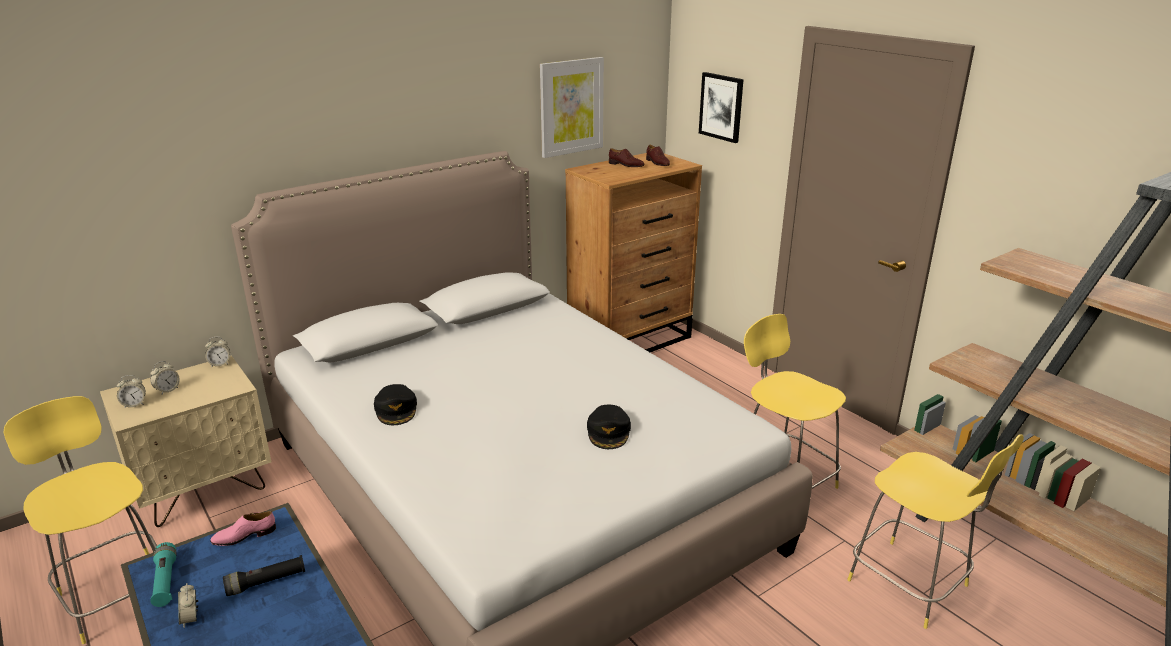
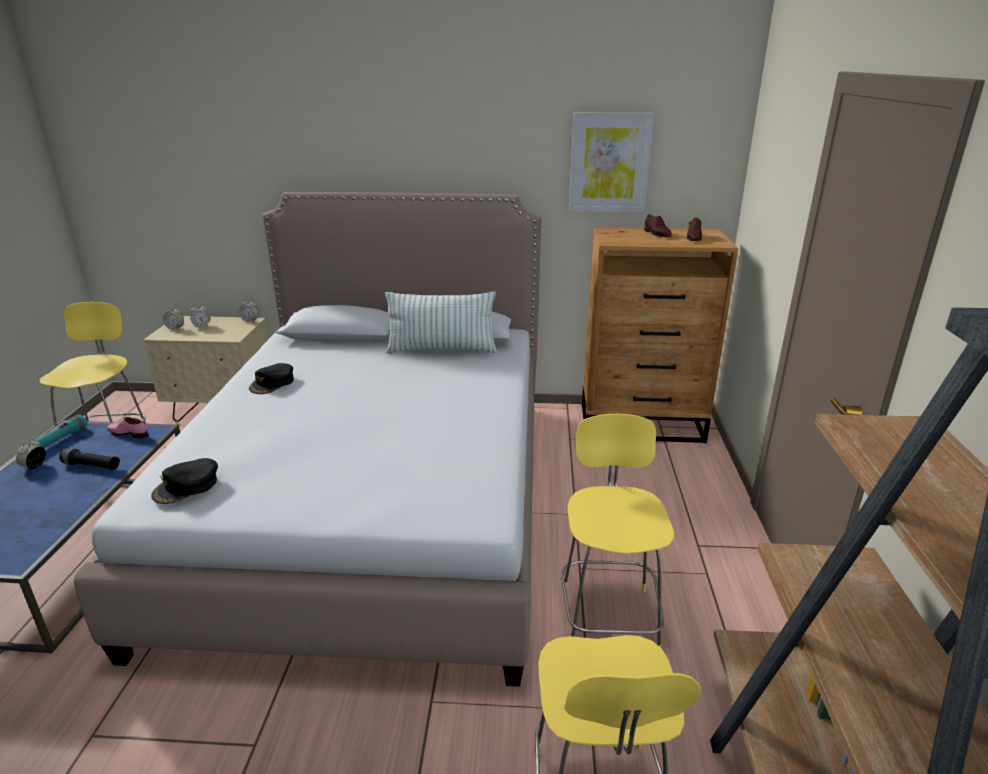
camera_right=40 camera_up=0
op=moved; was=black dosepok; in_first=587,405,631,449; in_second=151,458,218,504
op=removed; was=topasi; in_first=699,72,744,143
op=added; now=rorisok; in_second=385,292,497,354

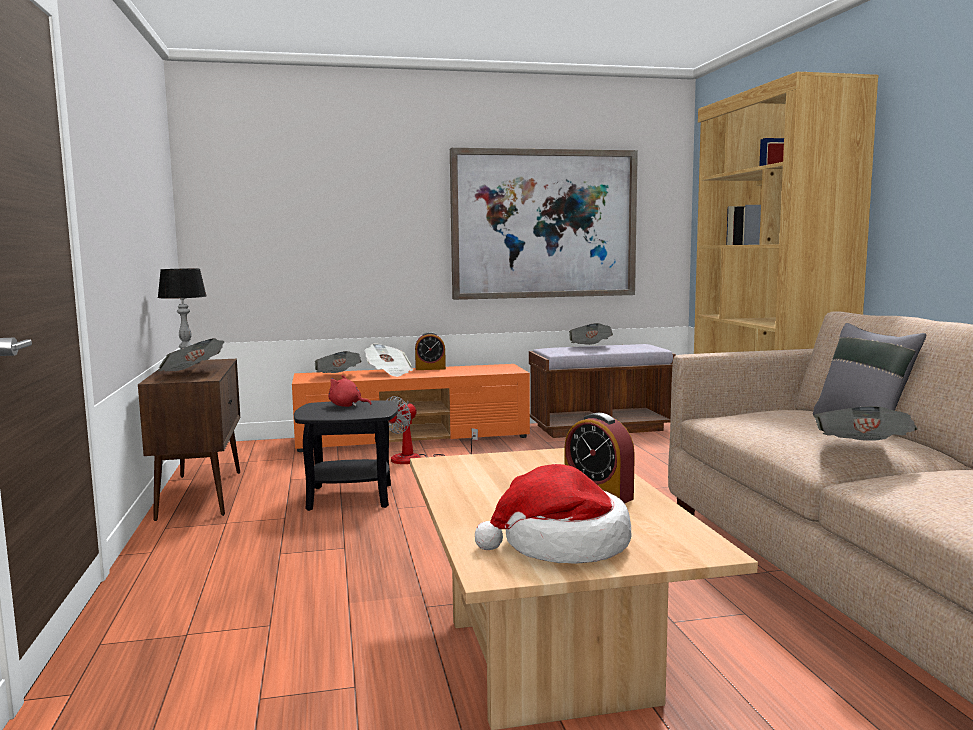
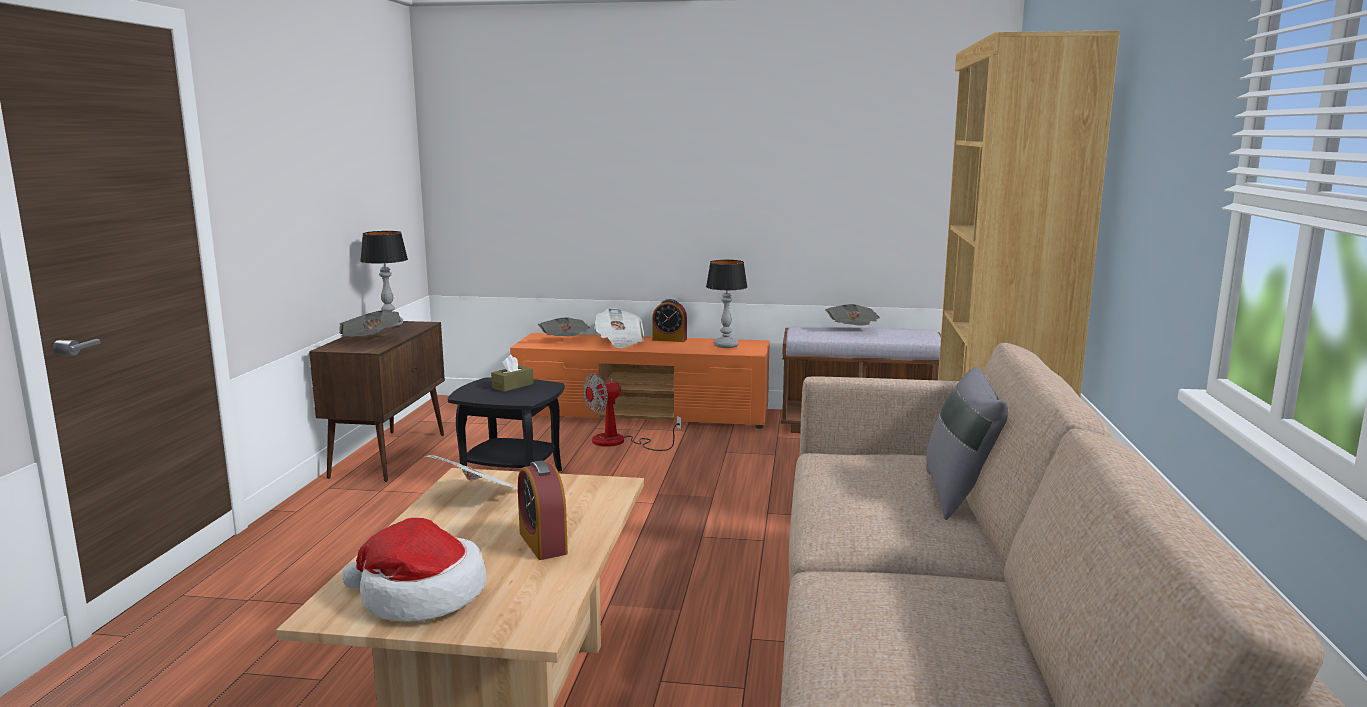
camera_right=20 camera_up=5
op=replaced; was=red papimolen; now=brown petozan; in_first=328,375,372,407; in_second=491,355,534,392
op=removed; was=topasi; in_first=450,148,638,300
op=moved; was=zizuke; in_first=813,406,918,441; in_second=425,455,518,488
op=added; now=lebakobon; in_second=706,260,747,348

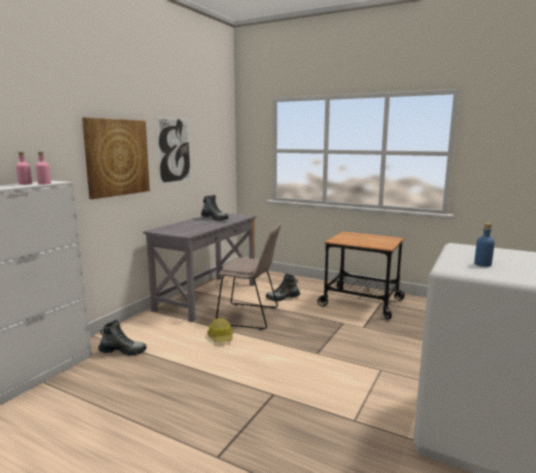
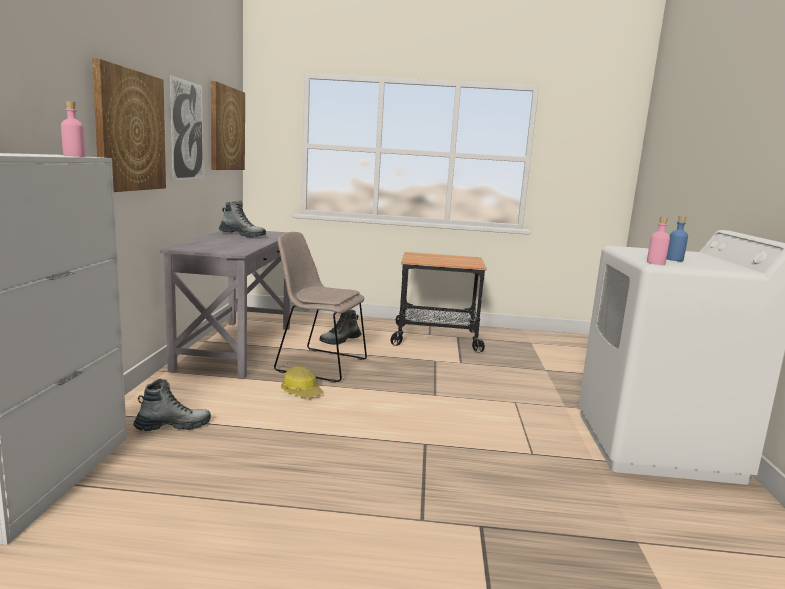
camera_right=-25 camera_up=0
op=moved; was=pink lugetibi; in_first=16,152,32,185; in_second=647,217,670,265
op=turned; was=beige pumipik; in_first=216,223,281,330; in_second=274,232,367,383; clockwise=-150
op=added; now=topasi; in_second=211,81,245,170

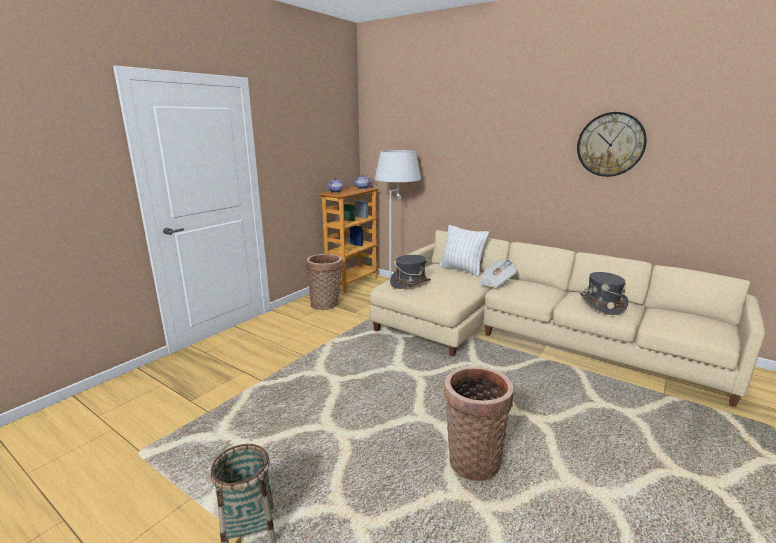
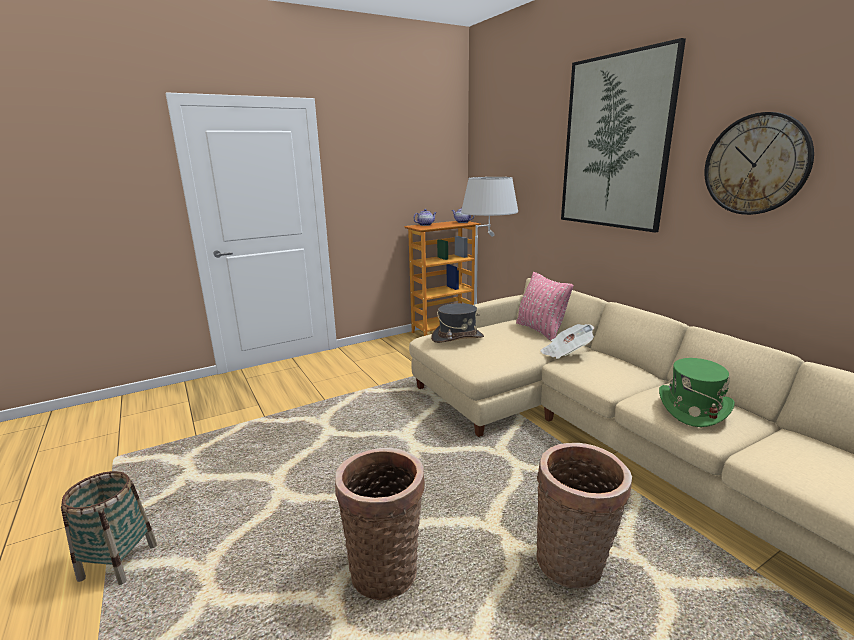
camera_right=25 camera_up=0
op=moved; was=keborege; in_first=306,254,343,310; in_second=536,443,632,589
op=recoloured; was=white rorisok; now=pink rorisok; in_first=439,225,489,276; in_second=516,272,573,341
op=recoloured; was=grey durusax; now=green durusax; in_first=580,272,628,315; in_second=659,358,735,427
op=added; now=topasi; in_second=561,38,686,232

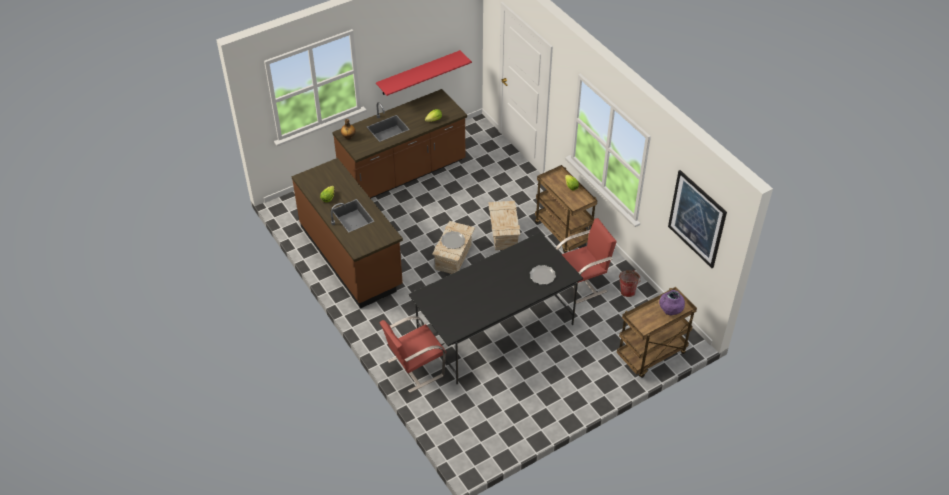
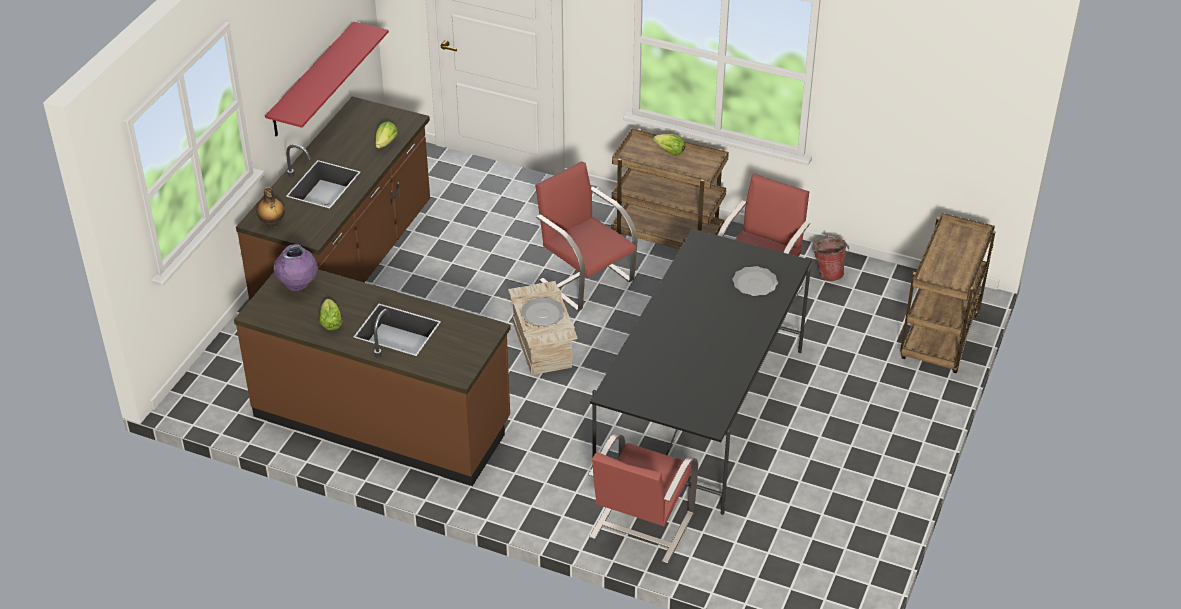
camera_right=-35 camera_up=-5
op=replaced; was=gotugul; now=red pumipik; in_first=488,201,520,250; in_second=535,161,637,311
op=moved; was=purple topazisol; in_first=659,290,685,315; in_second=274,244,318,291
op=removed; was=topasi; in_first=668,170,727,268

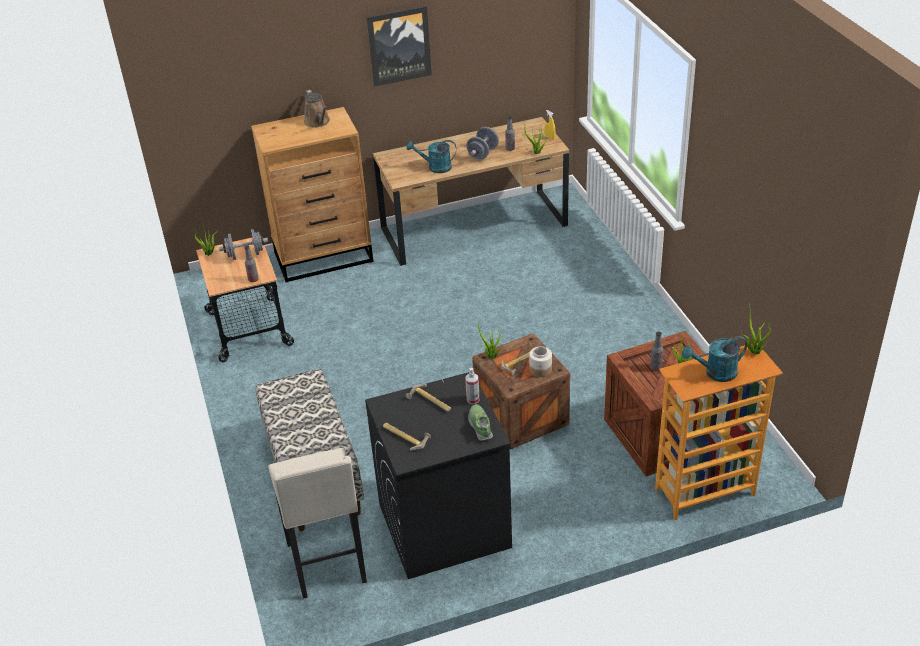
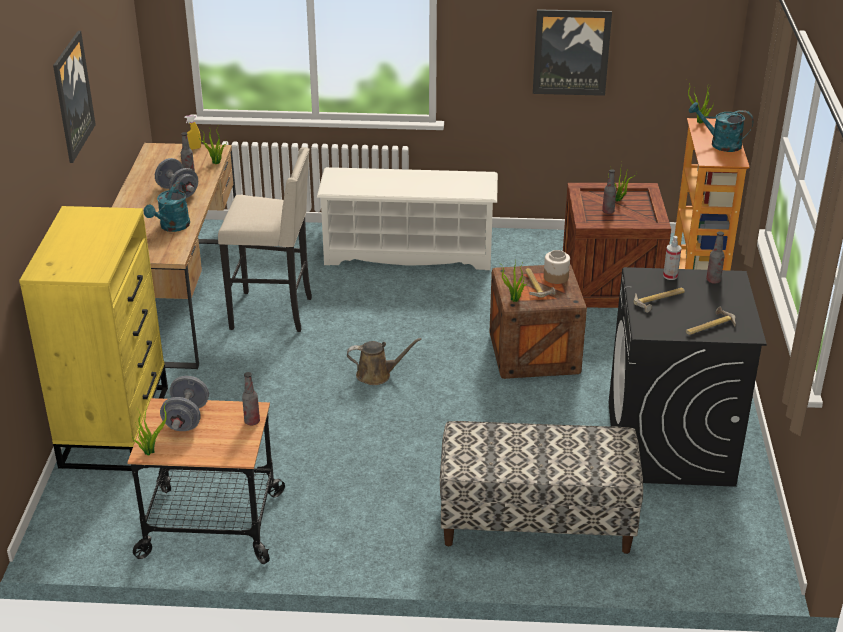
camera_right=-70 camera_up=-5
op=recoloured; was=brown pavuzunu; now=yellow pavuzunu; in_first=251,107,373,282; in_second=19,206,168,471
op=moved; was=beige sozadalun; in_first=268,448,367,599; in_second=218,147,312,332
op=moved; was=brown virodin; in_first=304,90,330,128; in_second=347,338,422,385
op=replaced; was=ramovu; now=lugetibi; in_first=468,404,493,441; in_second=706,231,725,284
op=turned; was=turquoise virodin; in_first=682,336,747,382; in_second=689,102,754,152; clockwise=105
op=added; now=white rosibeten; in_second=317,167,498,270
op=added; now=topasi; in_second=533,9,612,96

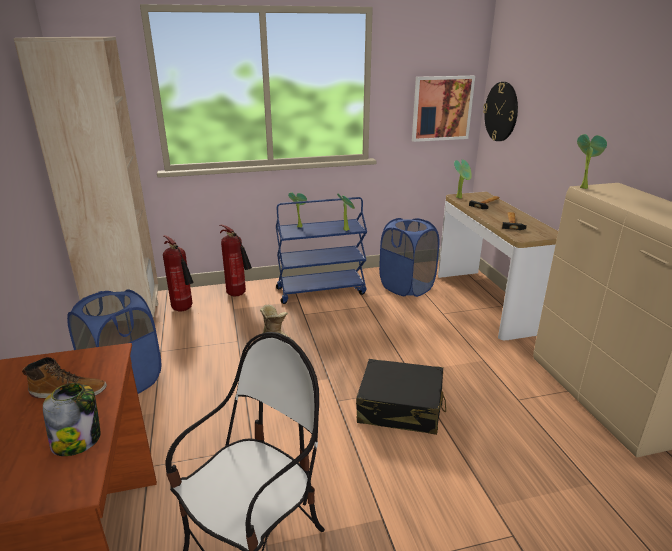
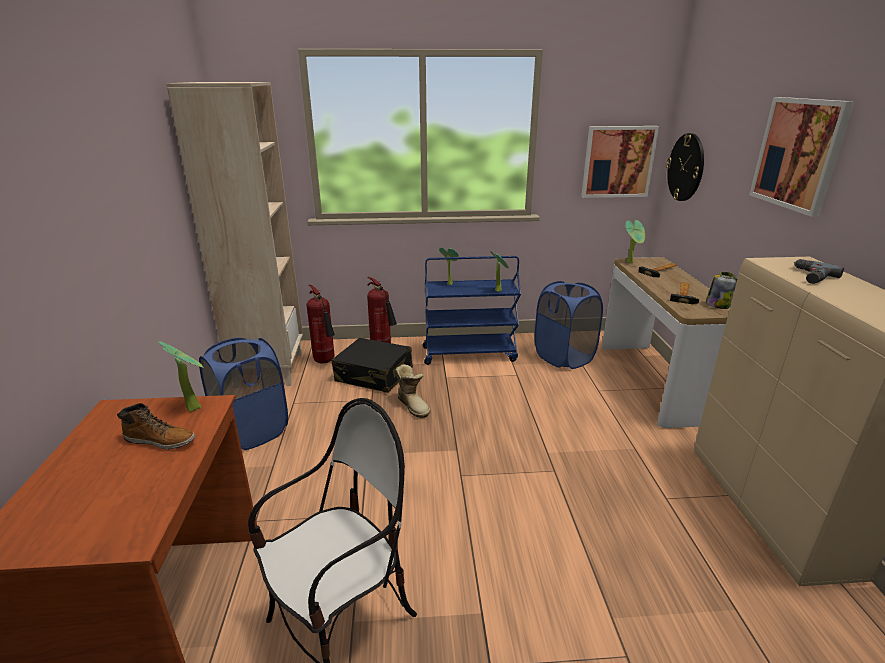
camera_right=10 camera_up=0
op=moved; was=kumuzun; in_first=43,383,101,456; in_second=706,272,737,309
op=moved; was=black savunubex; in_first=356,359,446,435; in_second=332,338,413,393
op=moved; was=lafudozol; in_first=577,134,607,189; in_second=158,341,204,412
op=added; now=topasi; in_second=749,97,855,217
op=added; now=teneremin; in_second=794,259,844,284

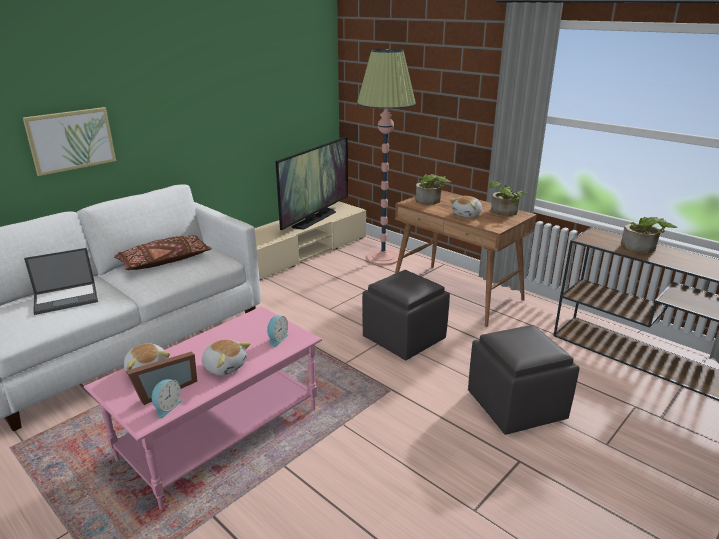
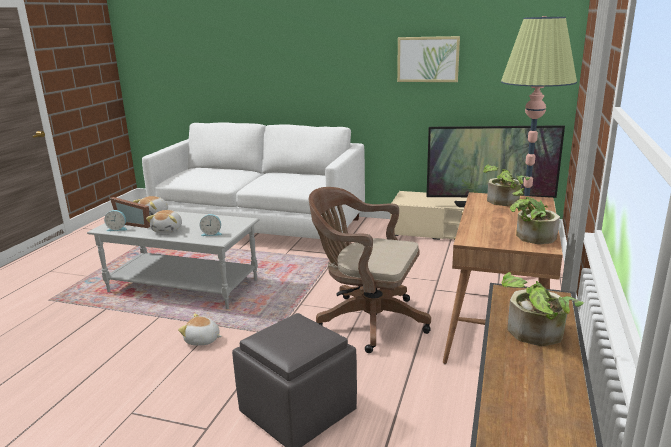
camera_right=65 camera_up=-5
op=moved; was=topasi; in_first=23,107,116,176; in_second=397,36,460,82
op=removed; was=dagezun; in_first=24,248,98,315
op=recoloured; was=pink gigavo; now=grey gigavo; in_first=84,306,322,510; in_second=87,211,260,309
op=removed; was=brown rorisok; in_first=114,235,212,270
op=replaced; was=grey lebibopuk; now=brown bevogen; in_first=362,270,450,360; in_second=309,187,431,353
op=moved; was=papimolen; in_first=450,196,482,218; in_second=178,313,222,346

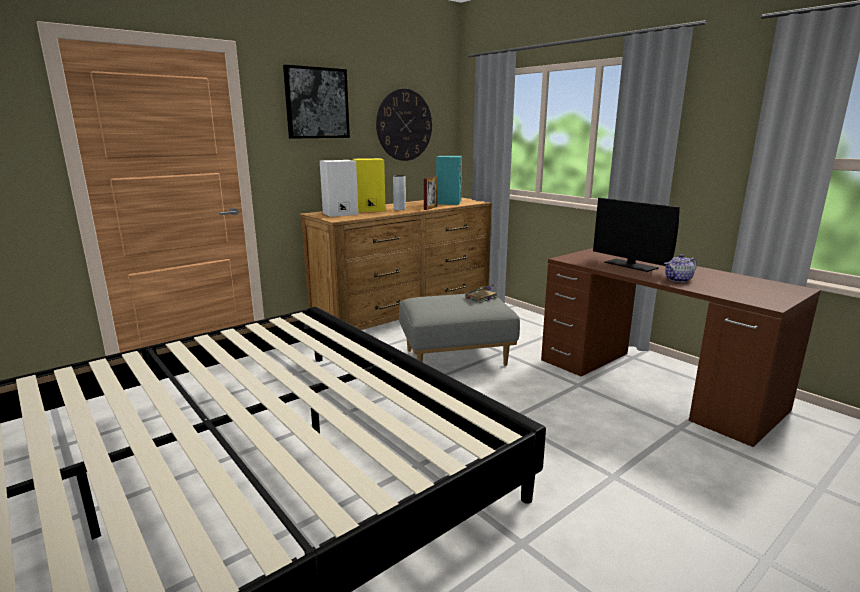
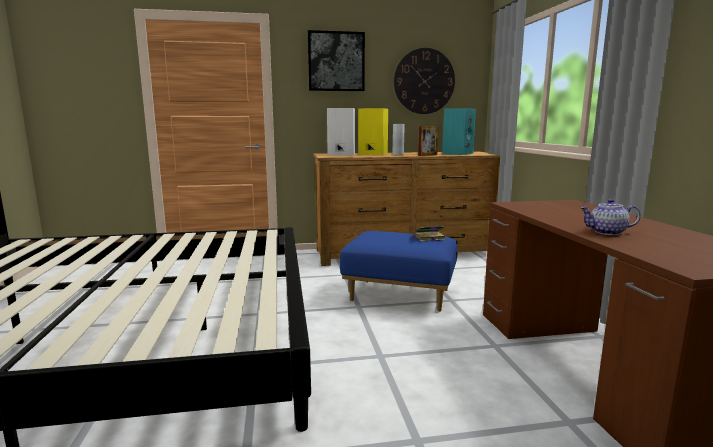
camera_right=30 camera_up=-5
op=recoloured; was=grey lebibopuk; now=blue lebibopuk; in_first=399,294,520,366; in_second=340,231,458,312
op=removed; was=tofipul; in_first=593,198,680,272

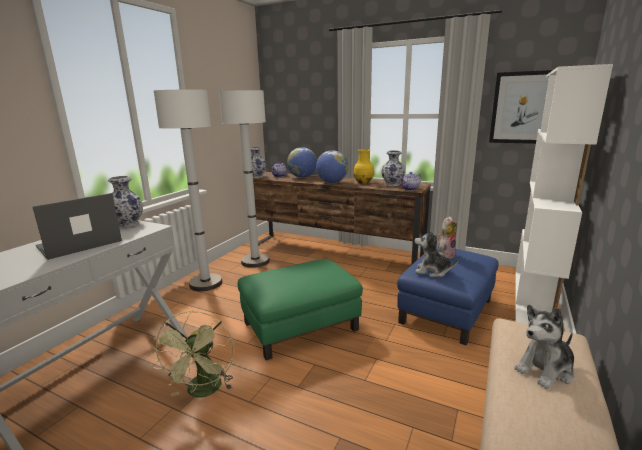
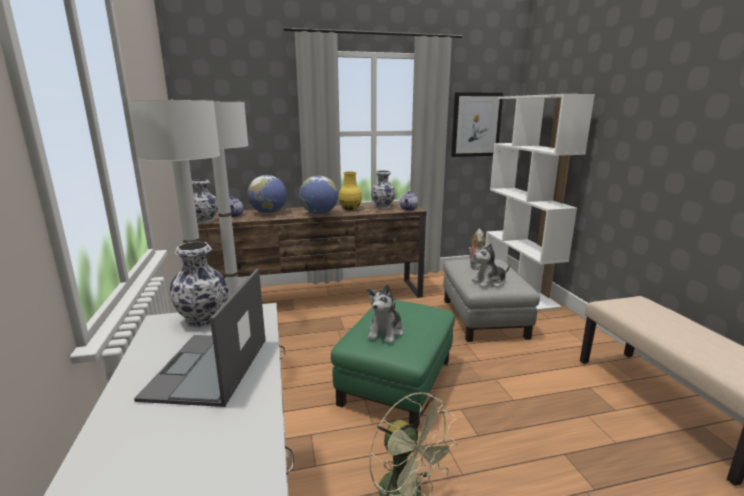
camera_right=-40 camera_up=0
op=recoloured; was=blue lebibopuk; now=grey lebibopuk; in_first=397,246,499,345; in_second=444,259,540,342
op=moved; was=papimolen; in_first=514,305,575,389; in_second=367,284,403,344

